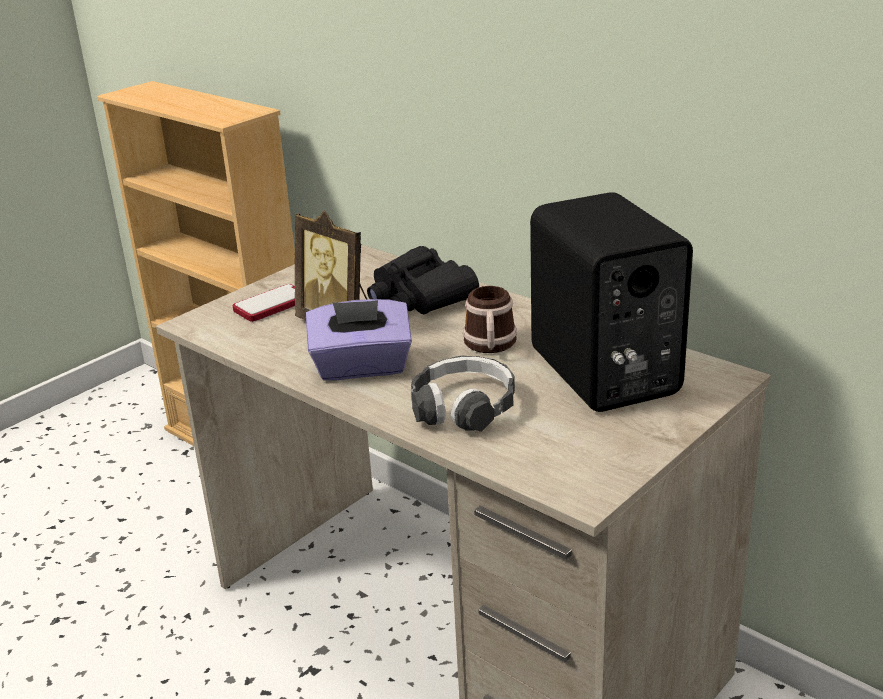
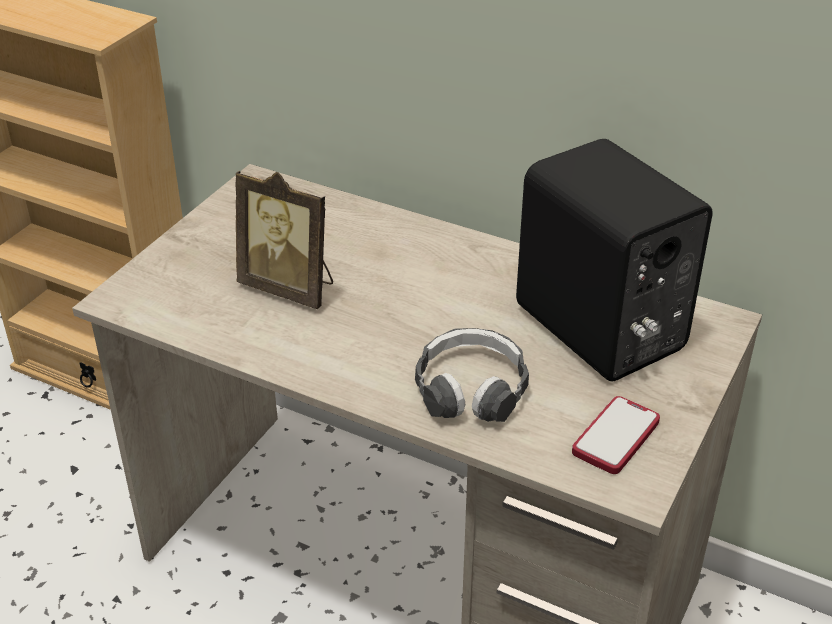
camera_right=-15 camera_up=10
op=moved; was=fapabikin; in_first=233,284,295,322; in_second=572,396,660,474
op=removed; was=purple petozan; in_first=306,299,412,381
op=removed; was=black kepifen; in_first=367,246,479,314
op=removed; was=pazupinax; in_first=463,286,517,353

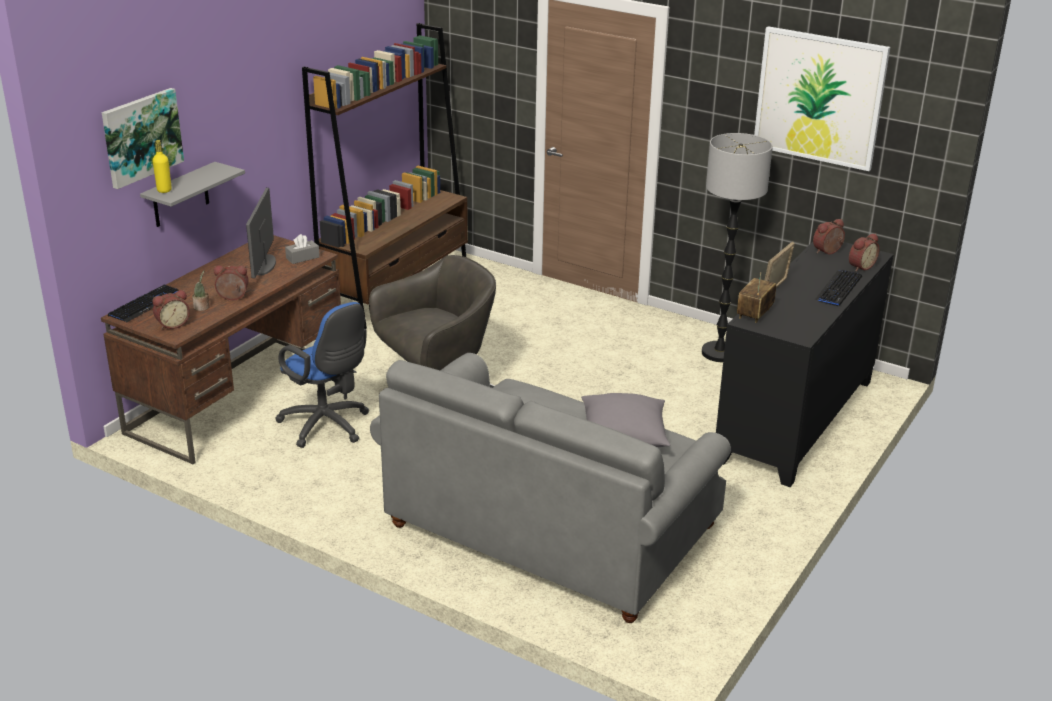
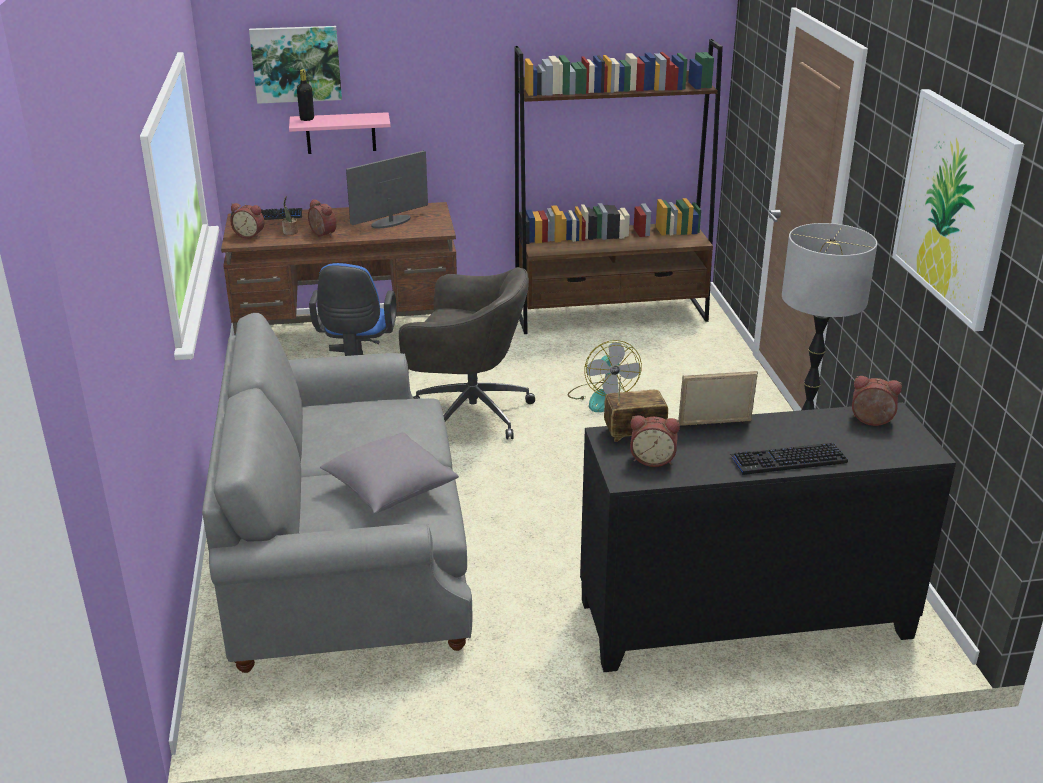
camera_right=50 camera_up=0
op=recoloured; was=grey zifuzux; now=pink zifuzux; in_first=140,162,245,227; in_second=289,112,391,154
op=recoloured; was=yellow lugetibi; now=black lugetibi; in_first=153,140,172,193; in_second=297,69,314,121
op=removed; was=grey petozan; in_first=285,234,320,264
op=moved; was=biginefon; in_first=849,233,880,271; in_second=630,415,680,467
op=added; now=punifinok; in_second=568,340,642,412

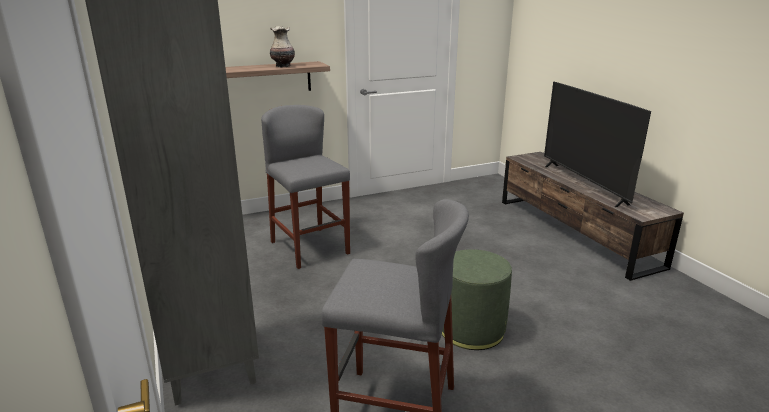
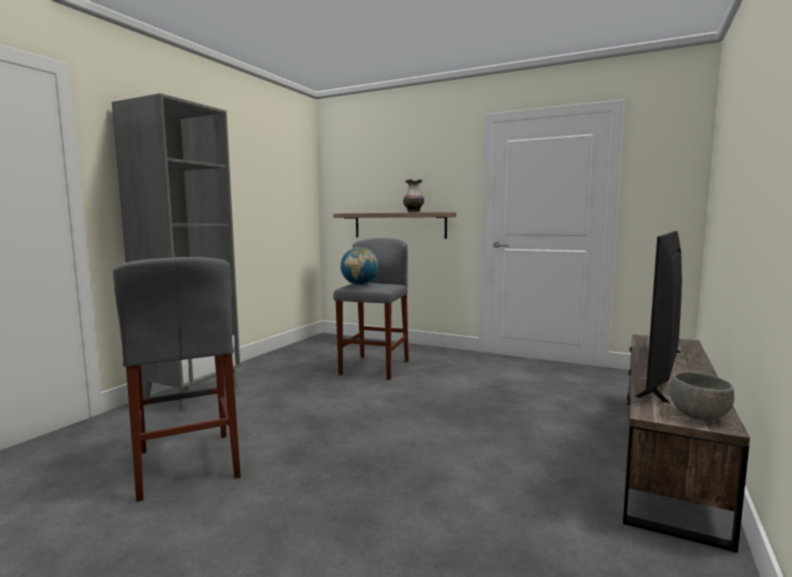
camera_right=50 camera_up=-15
op=removed; was=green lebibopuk; in_first=442,249,512,350
op=added; now=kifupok; in_second=341,247,379,285
op=added; now=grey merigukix; in_second=669,372,734,420

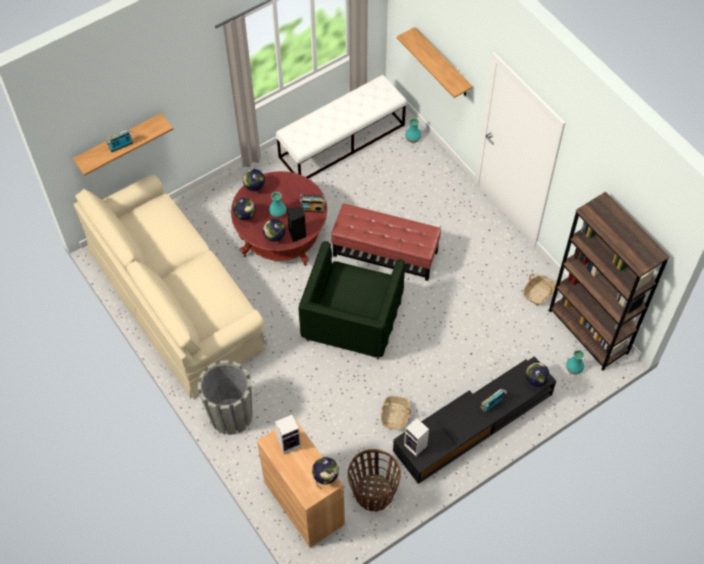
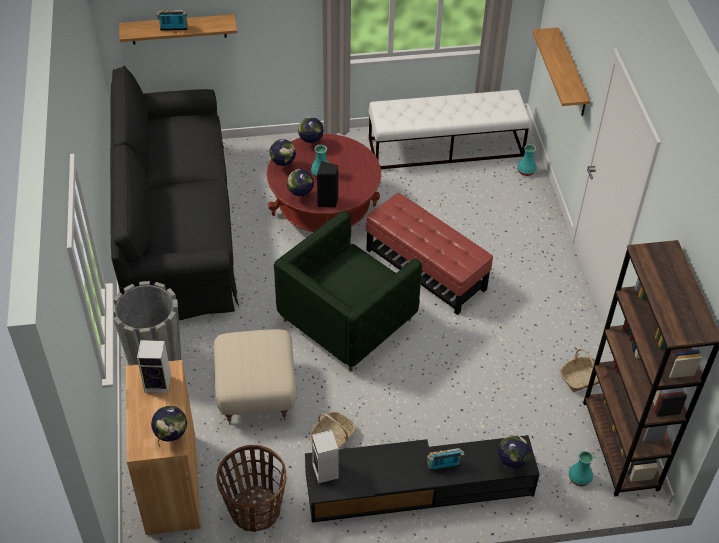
camera_right=25 camera_up=-10
op=recoloured; was=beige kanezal; now=black kanezal; in_first=74,174,267,400; in_second=110,66,239,320
op=removed; was=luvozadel; in_first=300,194,325,213
op=added; now=beige lebibopuk; in_second=214,329,296,425

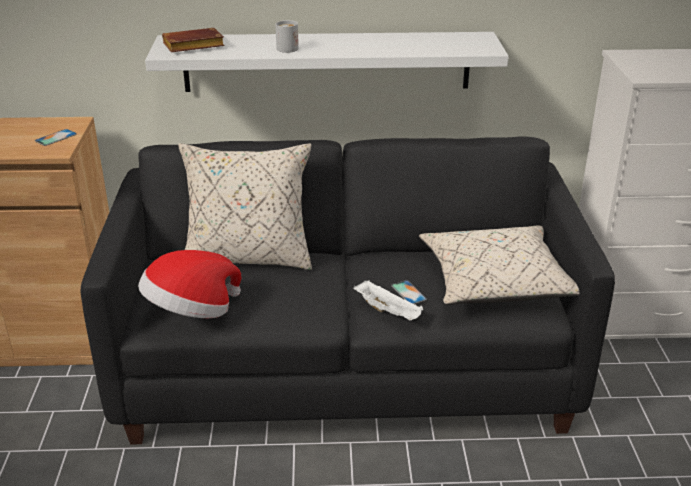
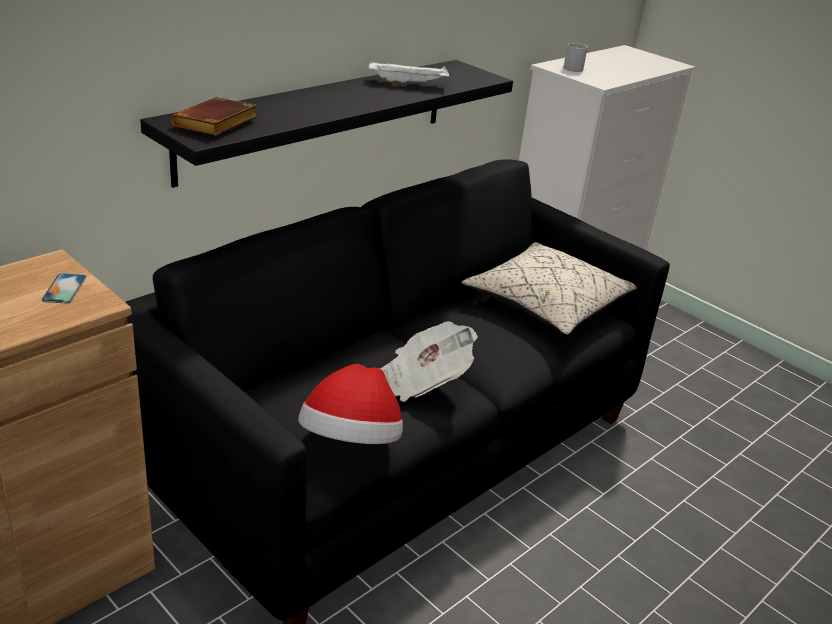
camera_right=-45 camera_up=0
op=recoloured; was=white zifuzux; now=black zifuzux; in_first=145,32,509,92; in_second=140,60,513,188
op=removed; was=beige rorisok; in_first=178,143,312,270
op=moved; was=white pazupinax; in_first=275,20,299,53; in_second=564,43,588,72
op=moved; was=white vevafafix; in_first=353,280,423,321; in_second=368,61,450,86
op=removed; was=fapabikin; in_first=391,280,427,304
op=added; now=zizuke; in_second=379,321,478,402

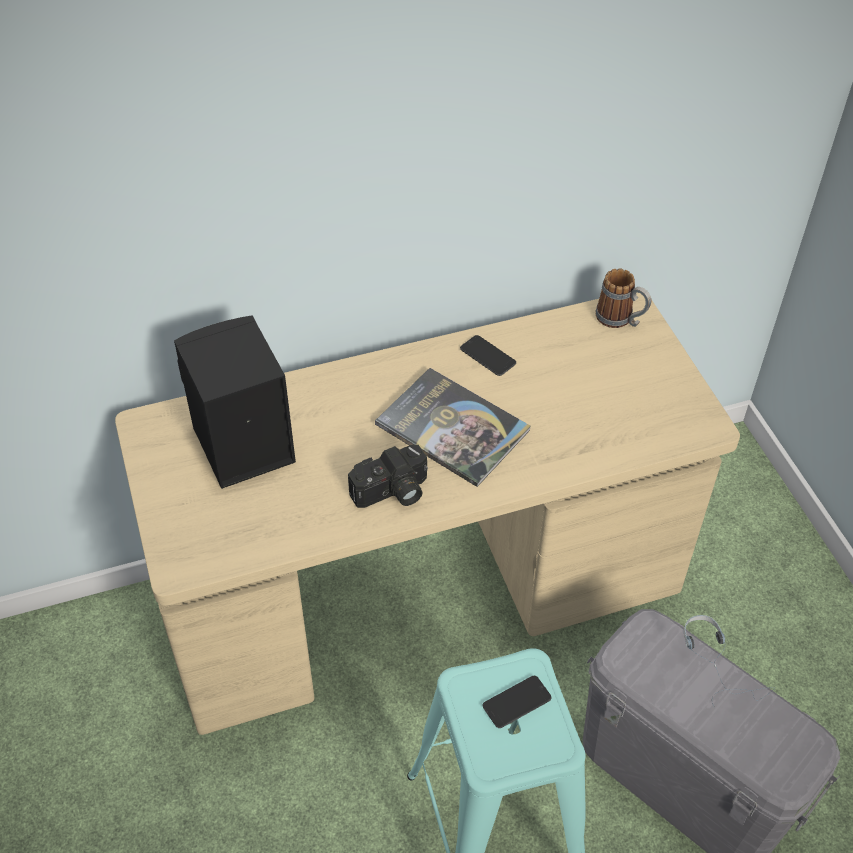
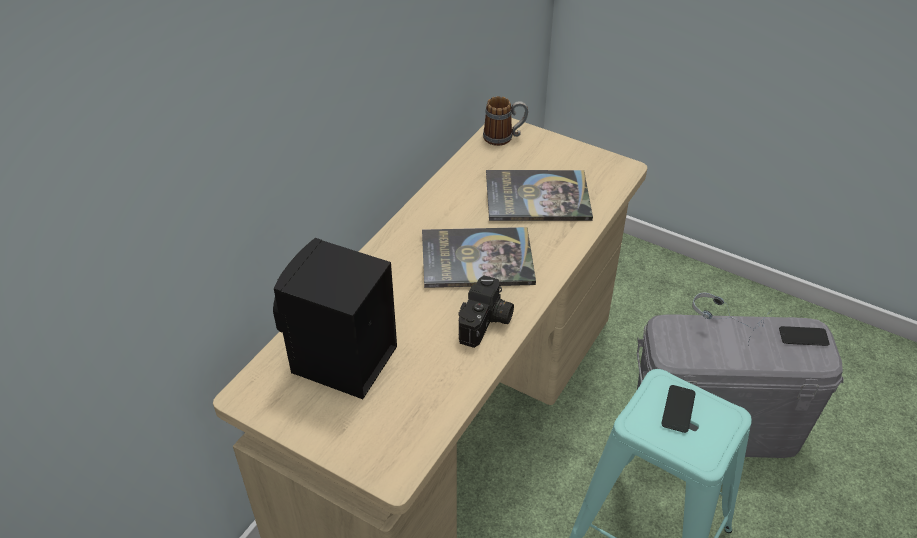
camera_right=-40 camera_up=-5
op=moved; was=fapabikin; in_first=460,335,516,376; in_second=779,326,829,346
op=added; now=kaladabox; in_second=486,170,593,221

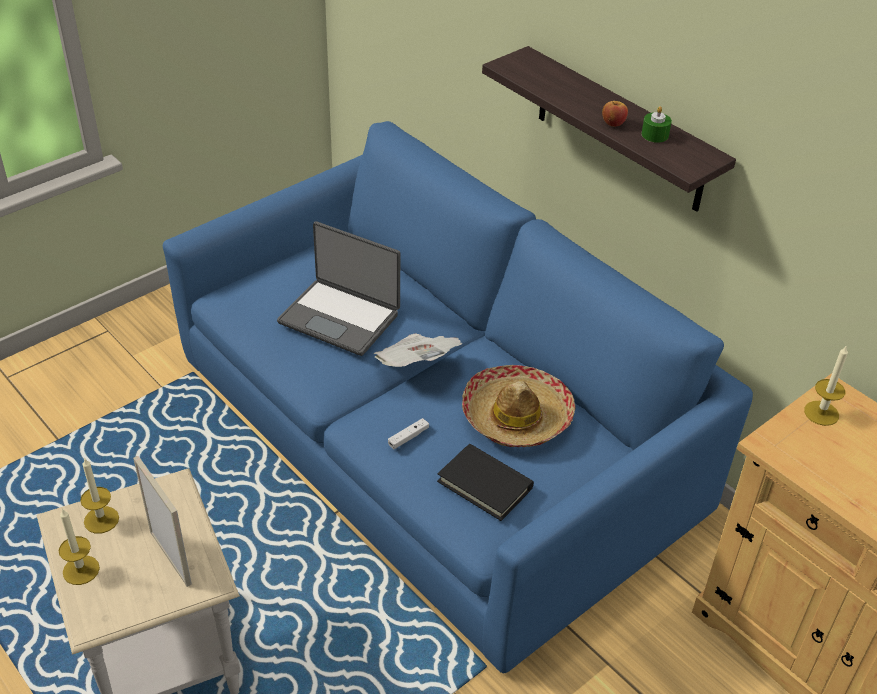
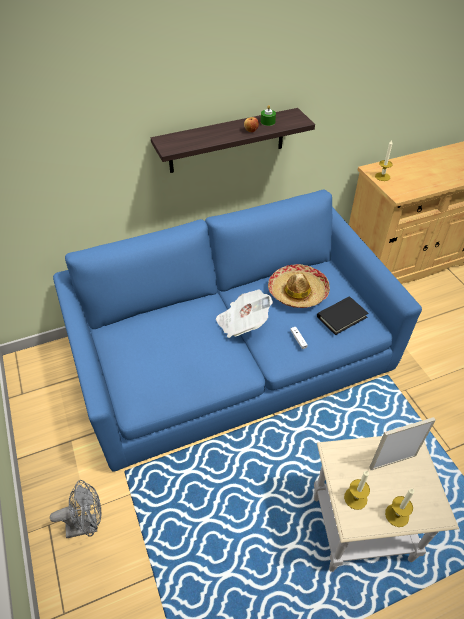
camera_right=-70 camera_up=5
op=removed; was=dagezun; in_first=277,221,400,356
op=added; now=grey punifinok; in_second=50,480,101,538

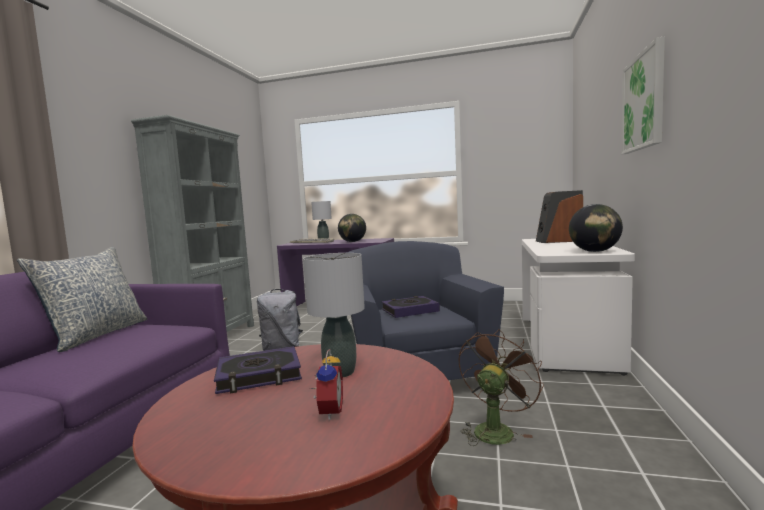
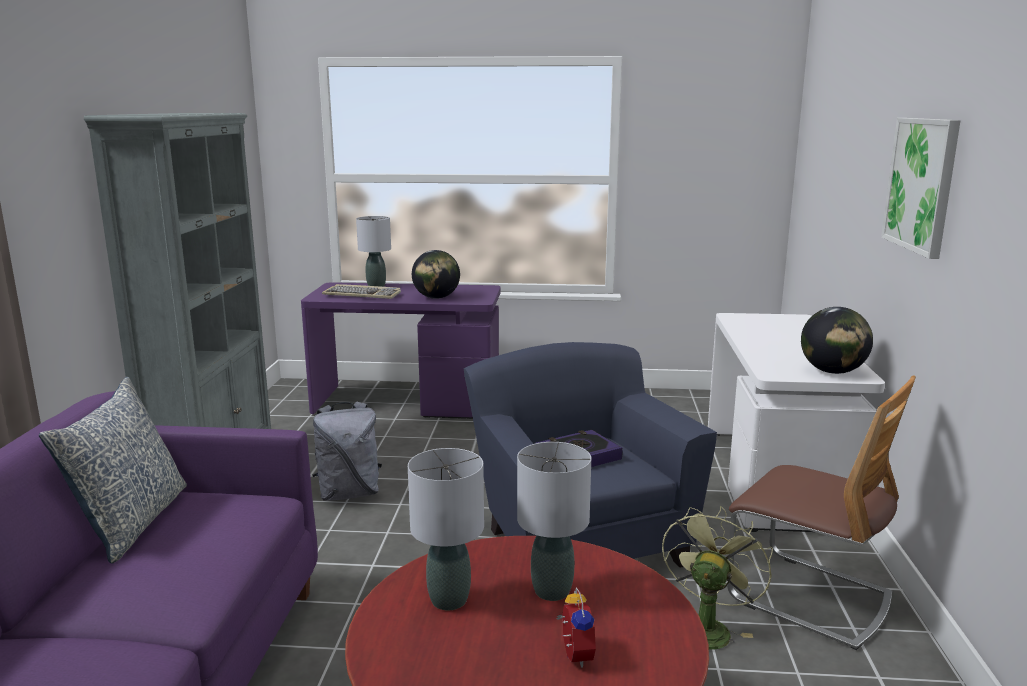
camera_right=-10 camera_up=10
op=replaced; was=kaladabox; now=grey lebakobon; in_first=214,346,302,394; in_second=408,448,484,610
op=recoloured; was=brown punifinok; now=green punifinok; in_first=459,329,544,446; in_second=662,506,773,650
op=removed; was=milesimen; in_first=536,190,583,243
op=added; now=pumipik; in_second=727,375,916,650

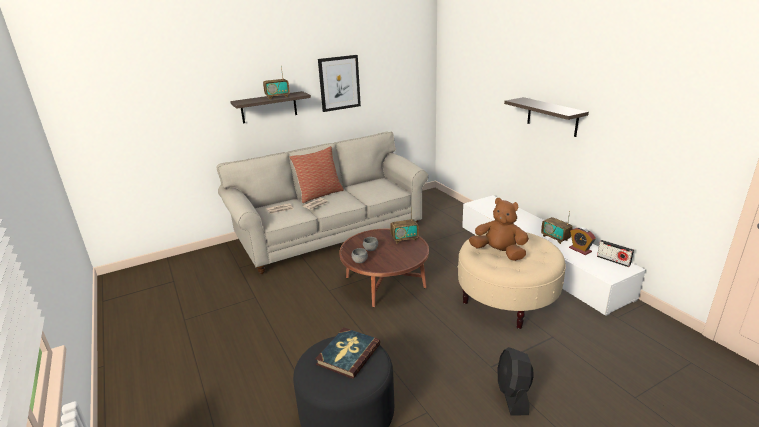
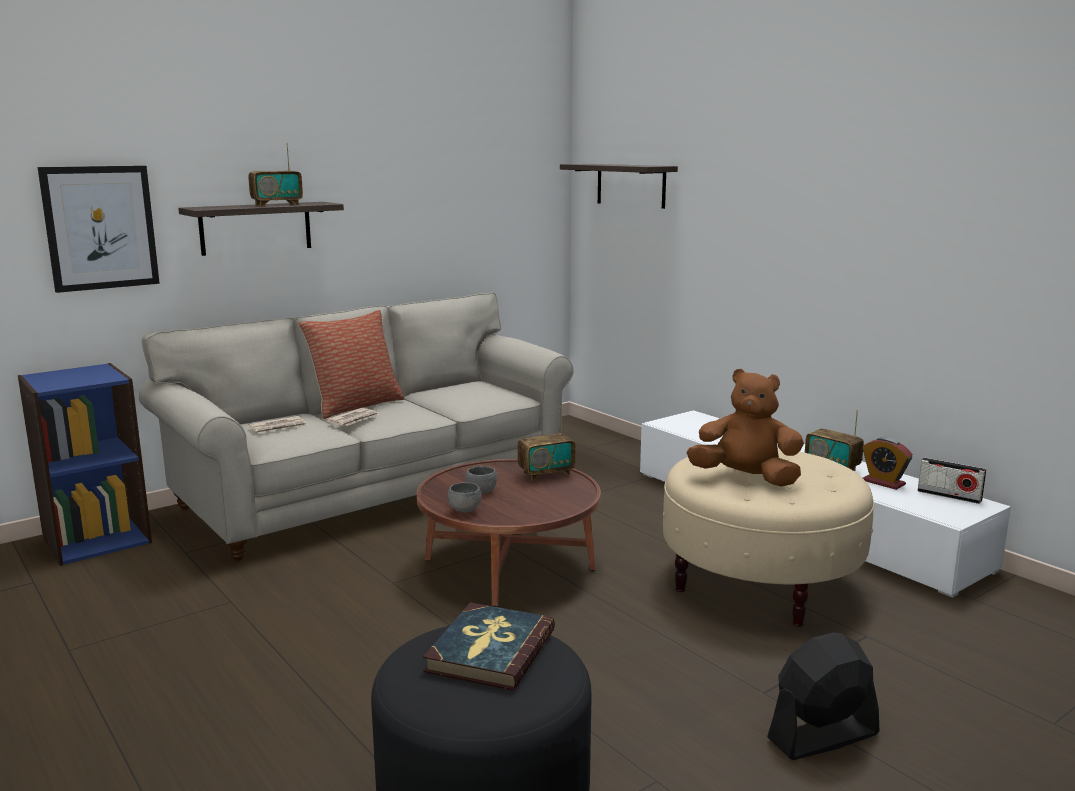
camera_right=-10 camera_up=-10
op=moved; was=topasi; in_first=318,55,361,112; in_second=38,166,160,293
op=turned; was=black punifinok; in_first=498,347,534,415; in_second=767,632,879,760; clockwise=75
op=moved; was=zifuzux; in_first=504,97,589,137; in_second=560,164,678,209
op=added; now=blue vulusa; in_second=18,363,152,566

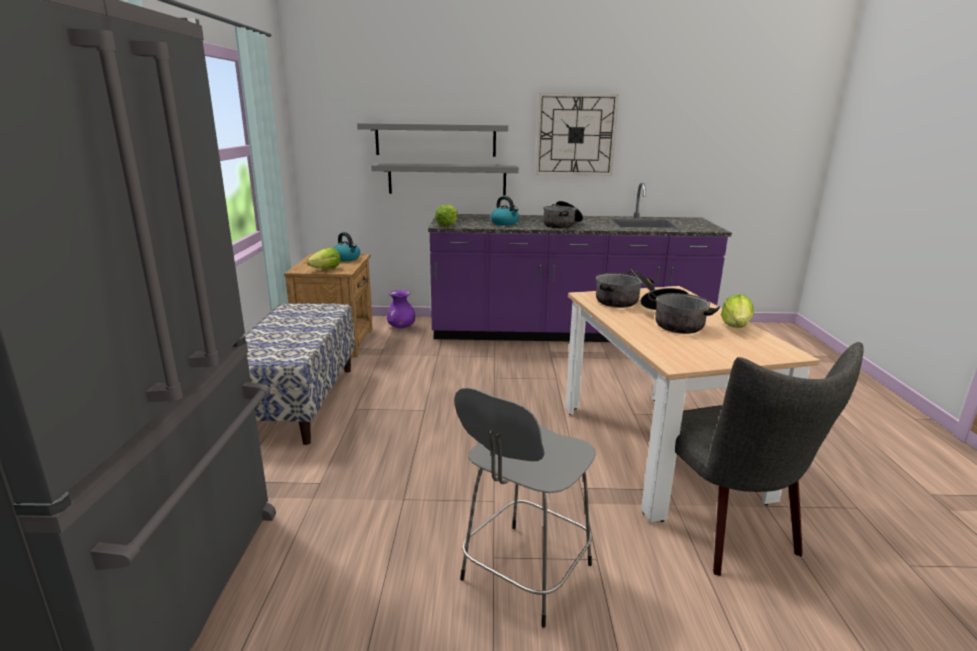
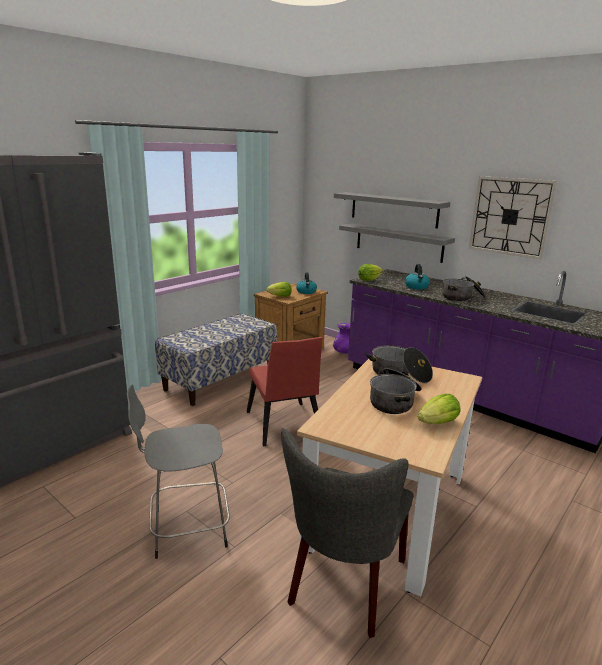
camera_right=40 camera_up=0
op=added; now=red pumipik; in_second=247,337,322,447

